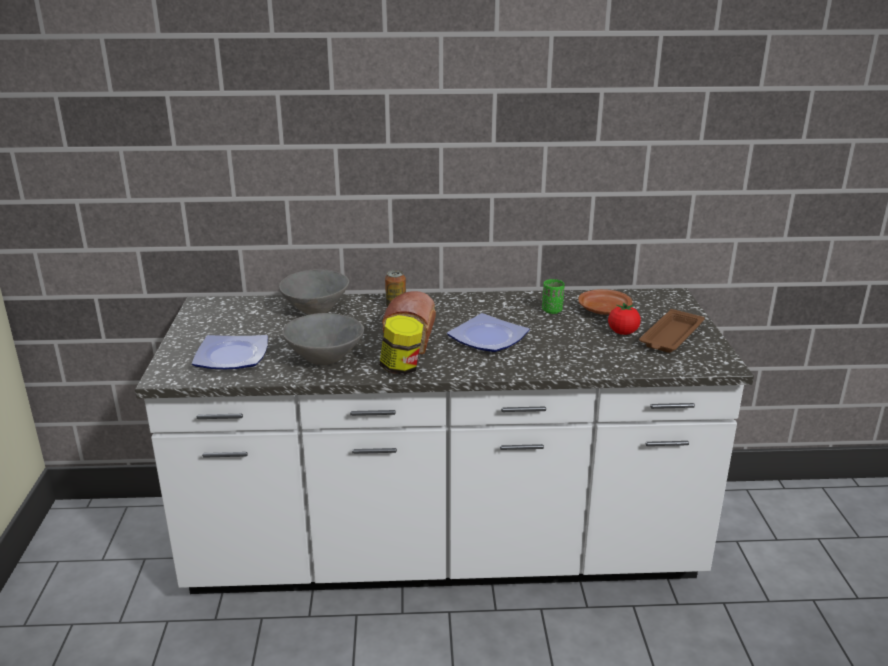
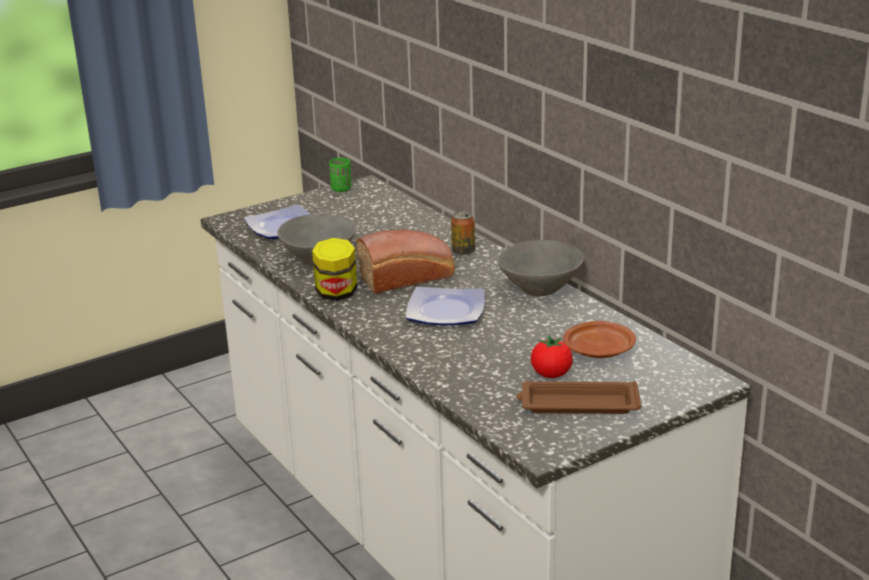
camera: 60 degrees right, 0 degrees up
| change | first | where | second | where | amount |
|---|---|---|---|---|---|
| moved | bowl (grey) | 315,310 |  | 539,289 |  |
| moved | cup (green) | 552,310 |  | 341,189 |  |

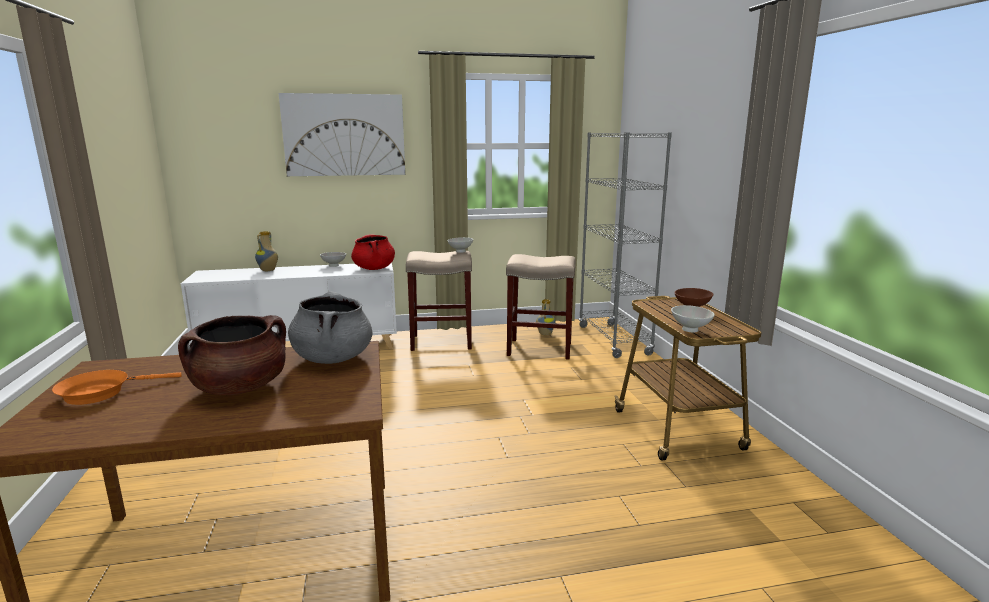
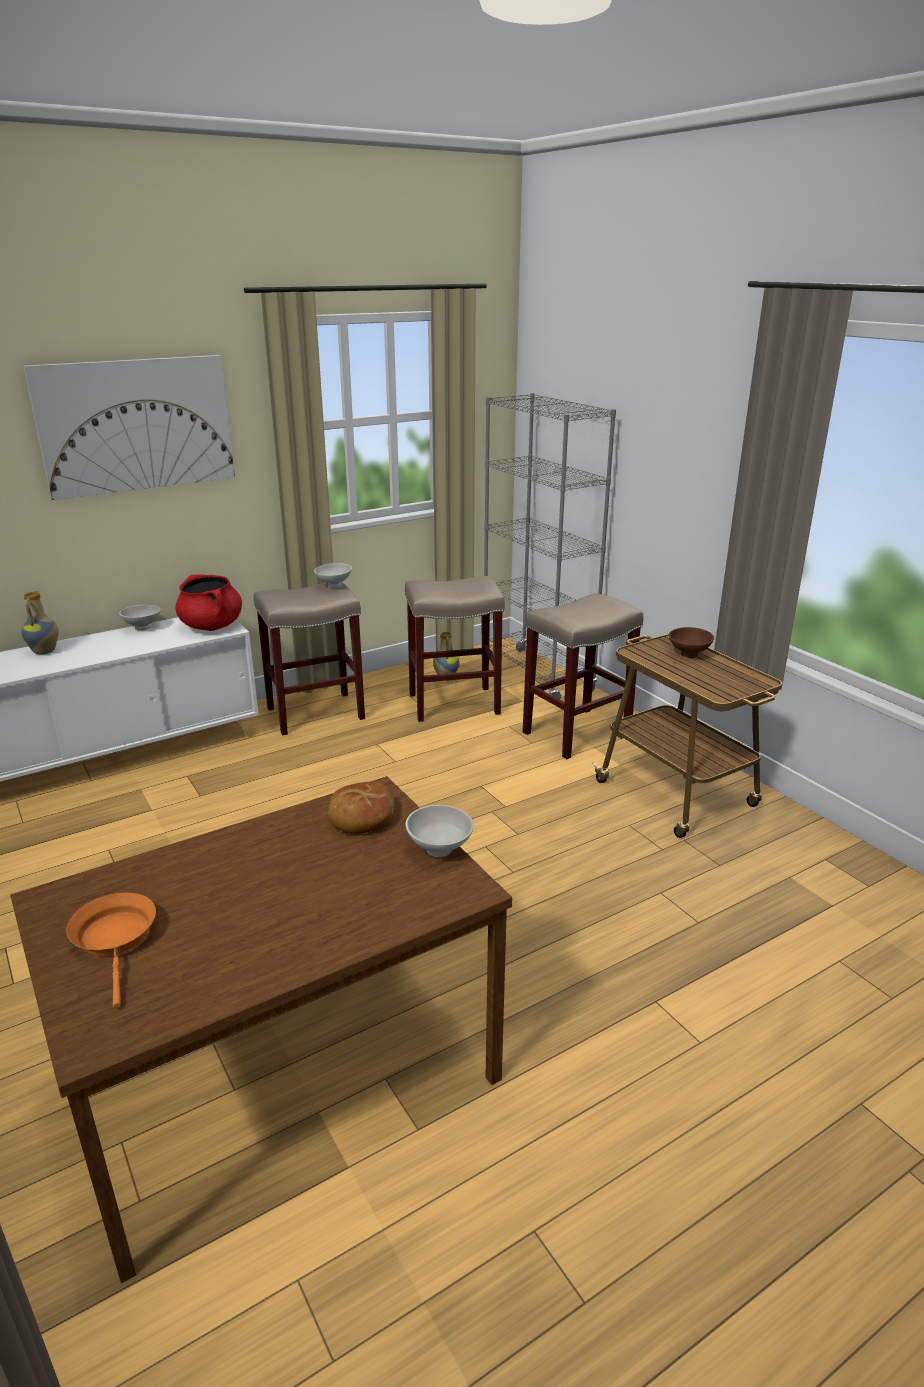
camera: 20 degrees left, 10 degrees up
| change | first | where | second | where | amount |
|---|---|---|---|---|---|
| replaced | cooking pot (grey) | 332,358 | bread | 361,817 |  |
| moved | bowl (white) | 691,329 |  | 440,849 |  |
| removed | cooking pot (brown) | 240,388 |  |  |  |
| turned | frying pan (orange) | 101,392 |  | 116,939 | 120 degrees clockwise |
| added |  |  | stool (beige) | 577,732 |  |

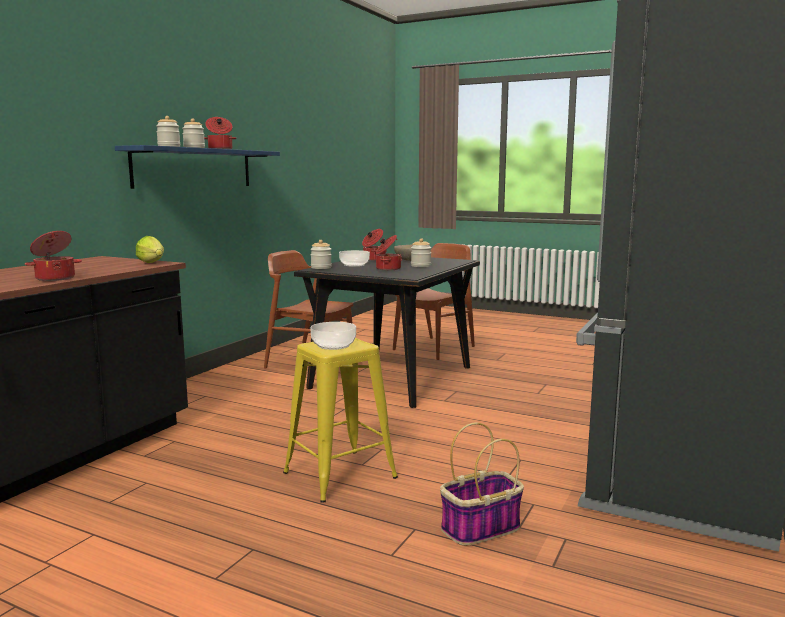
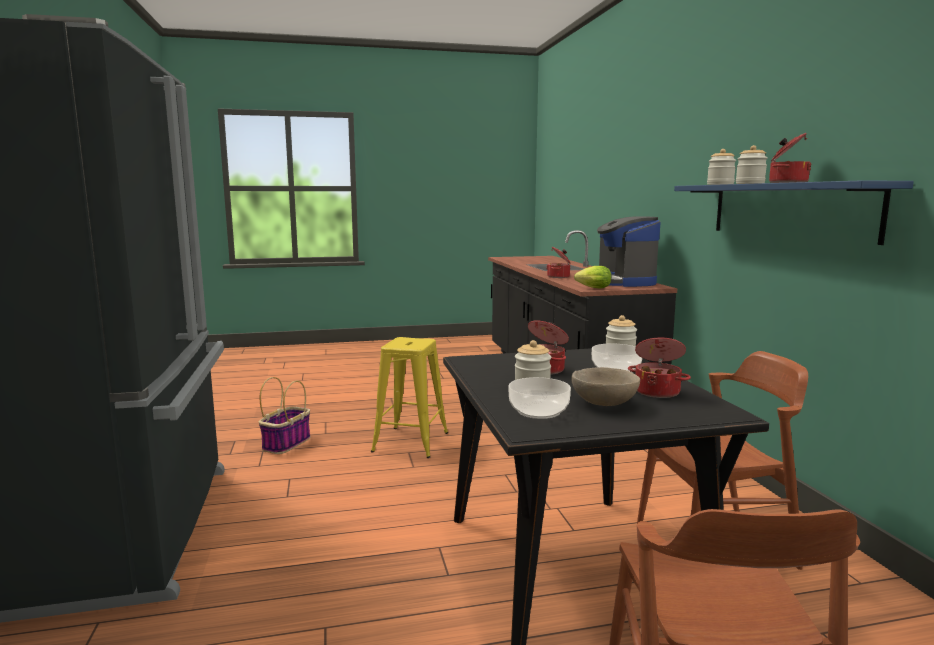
camera: 140 degrees right, 0 degrees up
| change | first | where | second | where | amount |
|---|---|---|---|---|---|
| moved | bowl | 333,345 |  | 538,411 |  |
| added |  |  | coffee machine | 623,282 |  |

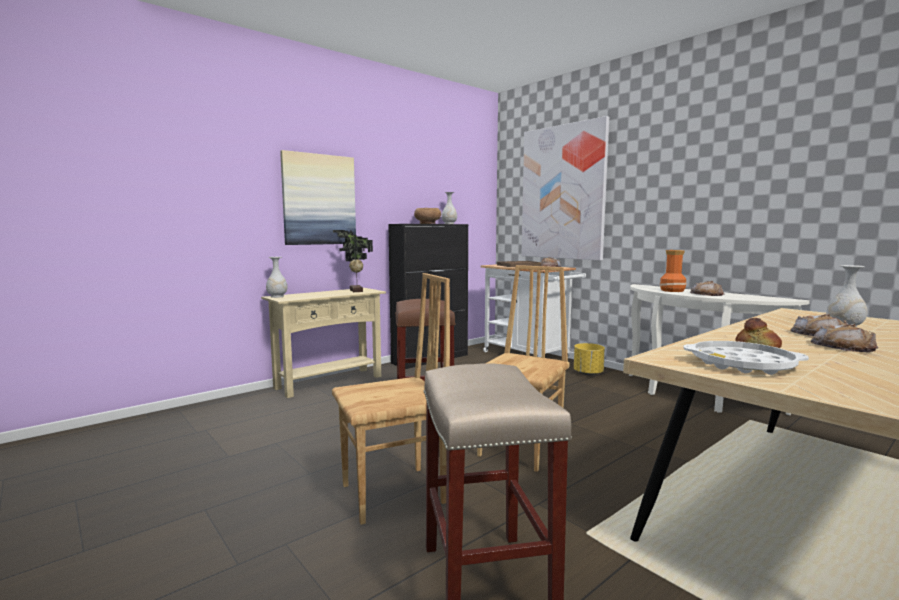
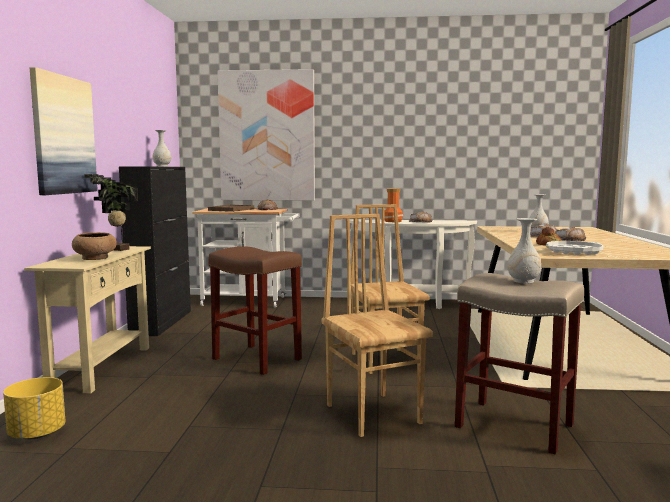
camera: 45 degrees left, 0 degrees up
| change | first | where | second | where | amount |
|---|---|---|---|---|---|
| moved | bowl (brown) | 427,223 |  | 95,258 |  |
| moved | vase (white) | 277,296 |  | 523,281 |  |
| turned | chair (brown) | 394,494 |  | 374,413 | 45 degrees counterclockwise |
| moved | planter (yellow) | 588,373 |  | 37,434 |  |

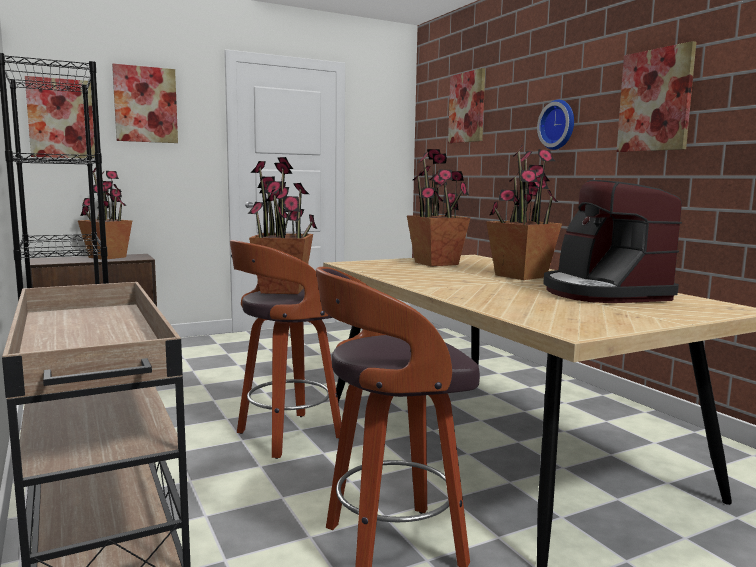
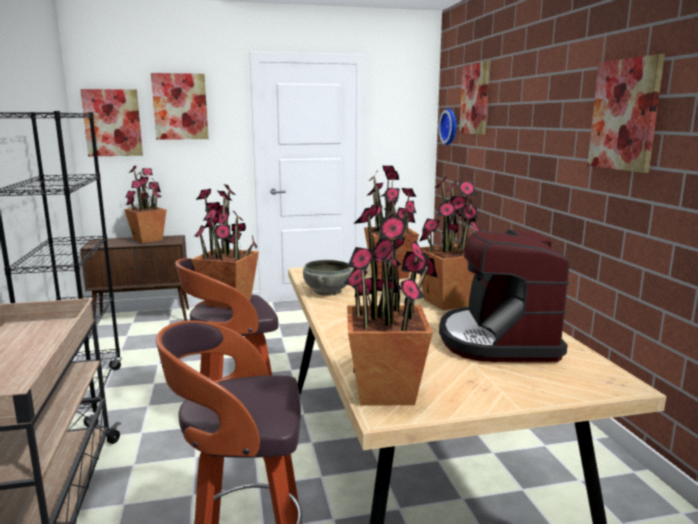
camera: 15 degrees right, 5 degrees up
| change | first | where | second | where | amount |
|---|---|---|---|---|---|
| moved | wall clock | 559,125 |  | 450,126 |  |
| added |  |  | potted plant | 386,392 |  |
| added |  |  | bowl (grey) | 326,291 |  |

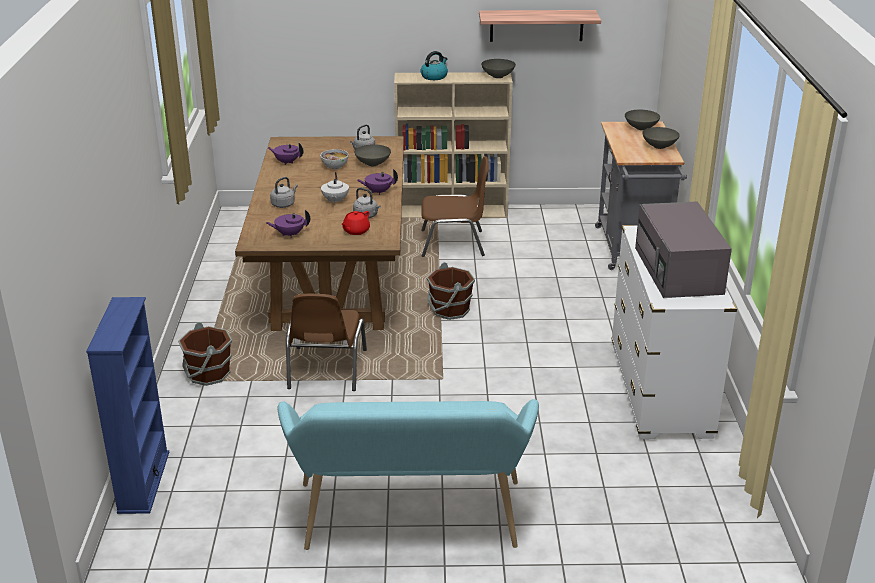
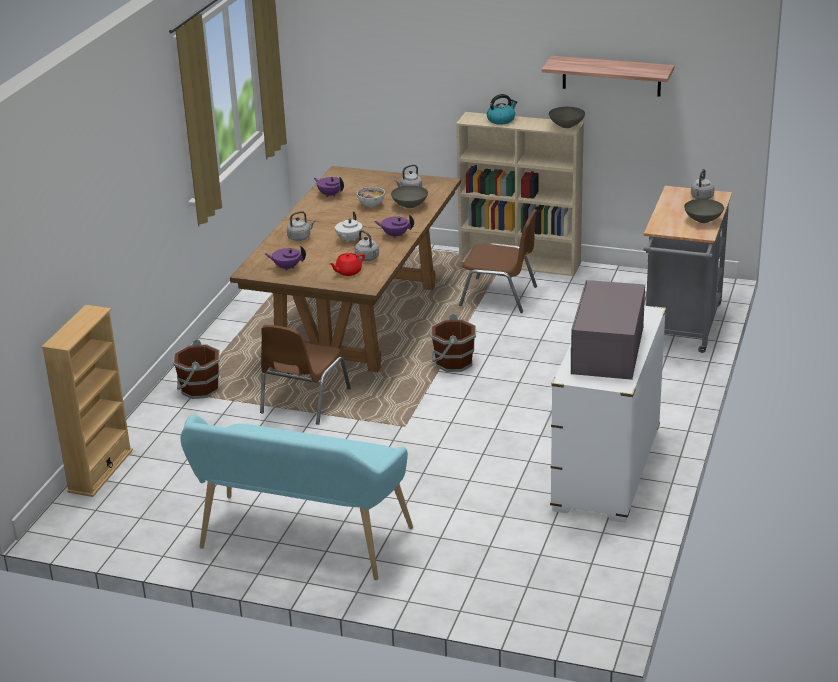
camera: 20 degrees right, 0 degrees up
| change | first | where | second | where | amount |
|---|---|---|---|---|---|
| replaced | bowl (grey) | 641,128 | kettle (grey) | 701,197 |  |
| recoloured | bookcase (blue) | 143,482 | bookcase (beige) | 100,471 |  |

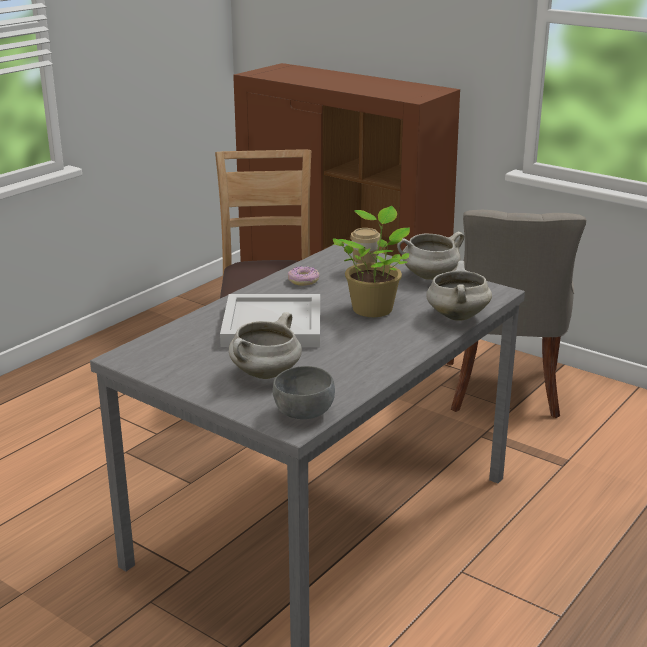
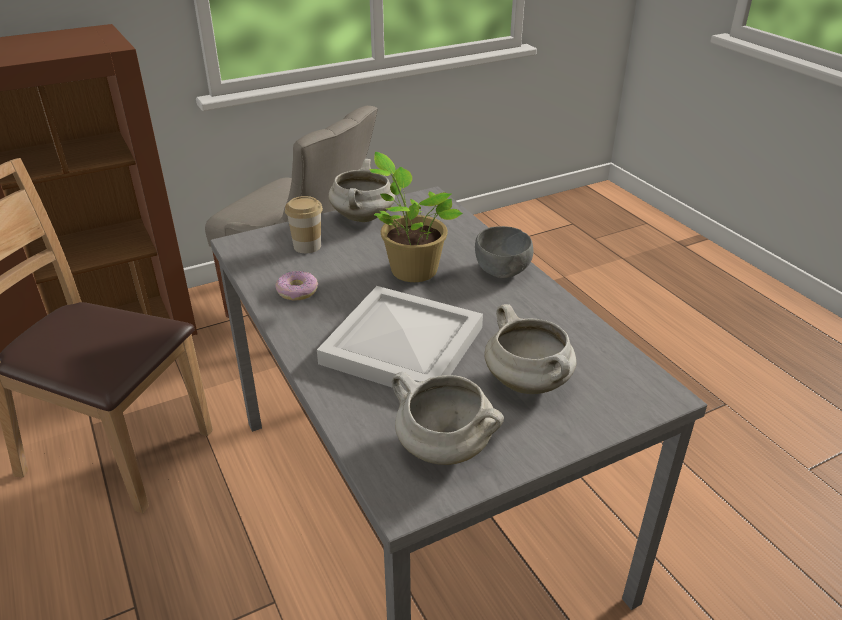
camera: 65 degrees left, 10 degrees up
| change | first | where | second | where | amount |
|---|---|---|---|---|---|
| moved | cooking pot (white) | 456,316 |  | 442,448 |  |
| moved | bowl (grey) | 304,413 |  | 502,271 |  |

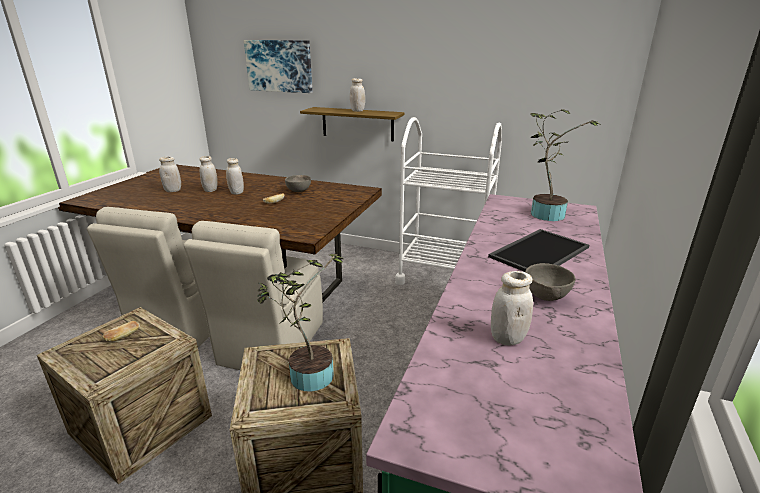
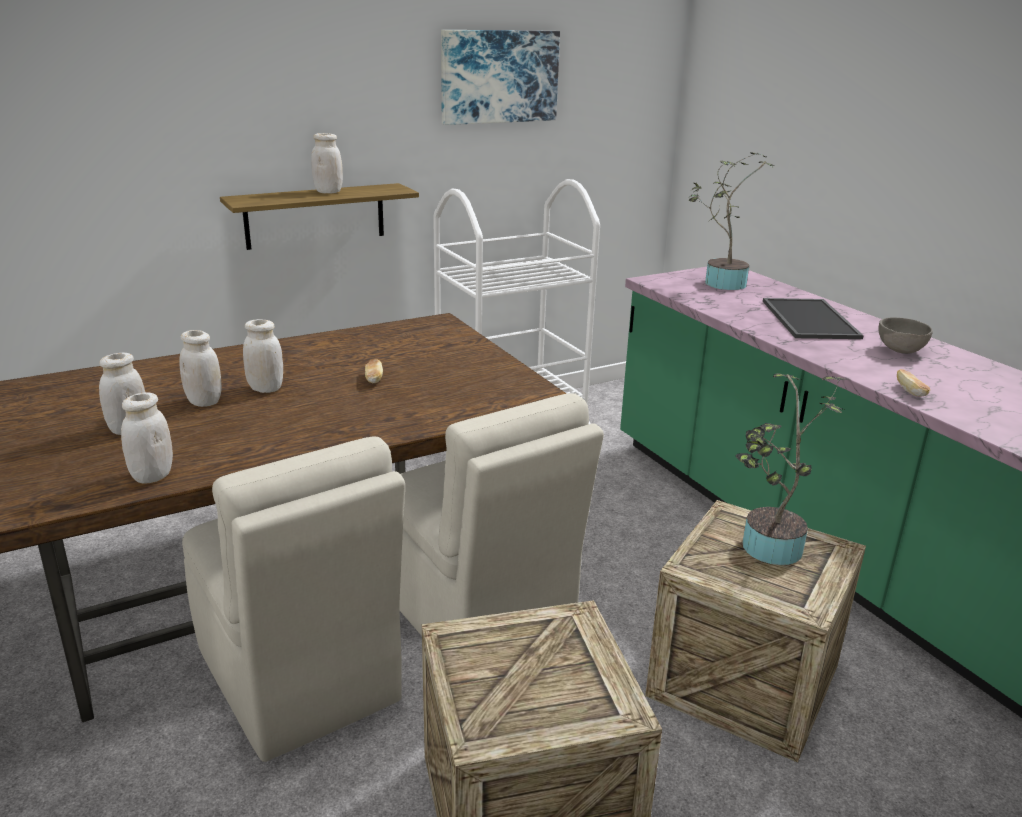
camera: 50 degrees left, 0 degrees up
| change | first | where | second | where | amount |
|---|---|---|---|---|---|
| moved | picture | 279,66 |  | 499,76 |  |
| removed | bowl (grey) | 299,191 |  |  |  |
| moved | jar (white) | 507,338 |  | 152,476 |  |
| moved | bread | 123,337 |  | 910,391 |  |

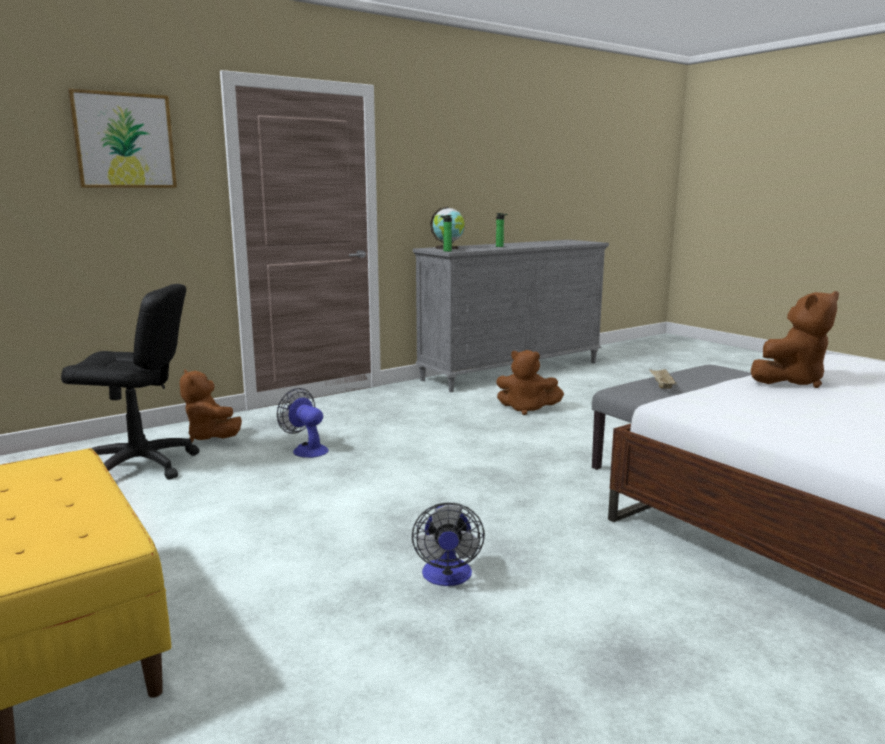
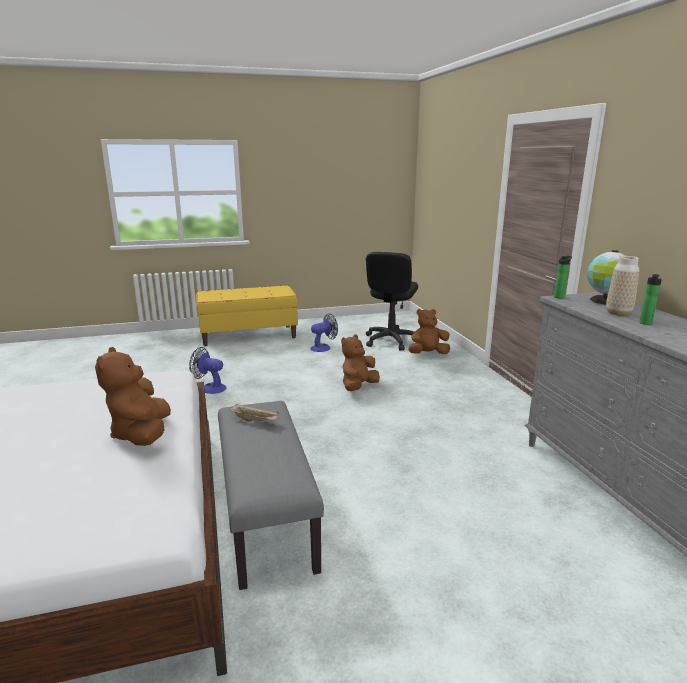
camera: 110 degrees right, 5 degrees up
| change | first | where | second | where | amount |
|---|---|---|---|---|---|
| removed | picture | 124,141 |  |  |  |
| moved | plush toy (brown) | 526,409 |  | 358,387 |  |
| moved | fan | 306,449 |  | 324,347 |  |
| added |  |  | vase | 618,313 |  |

